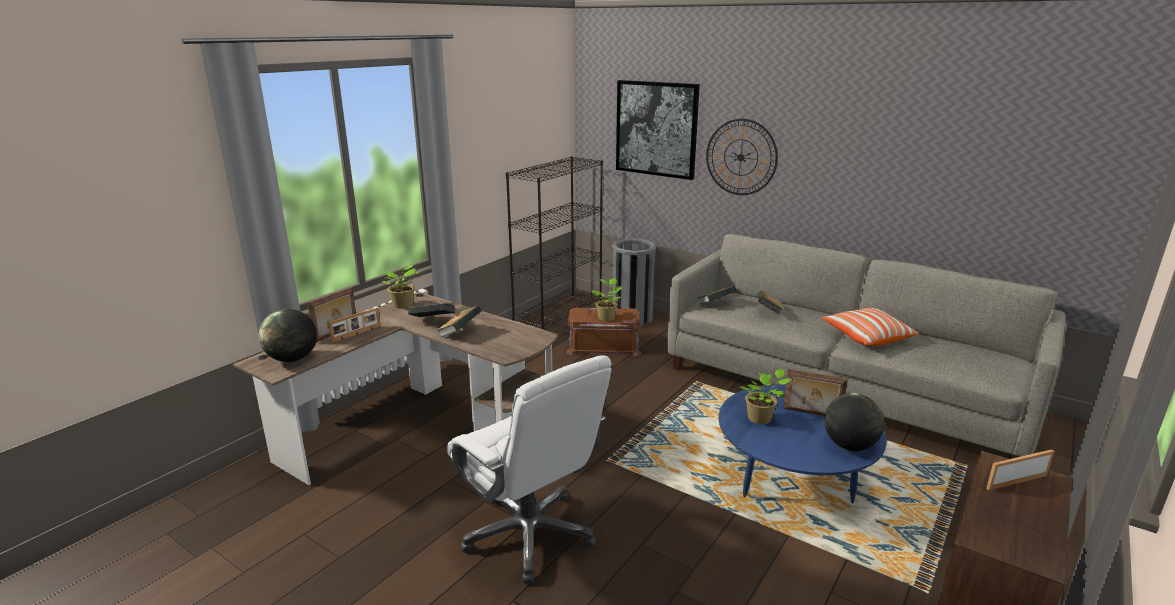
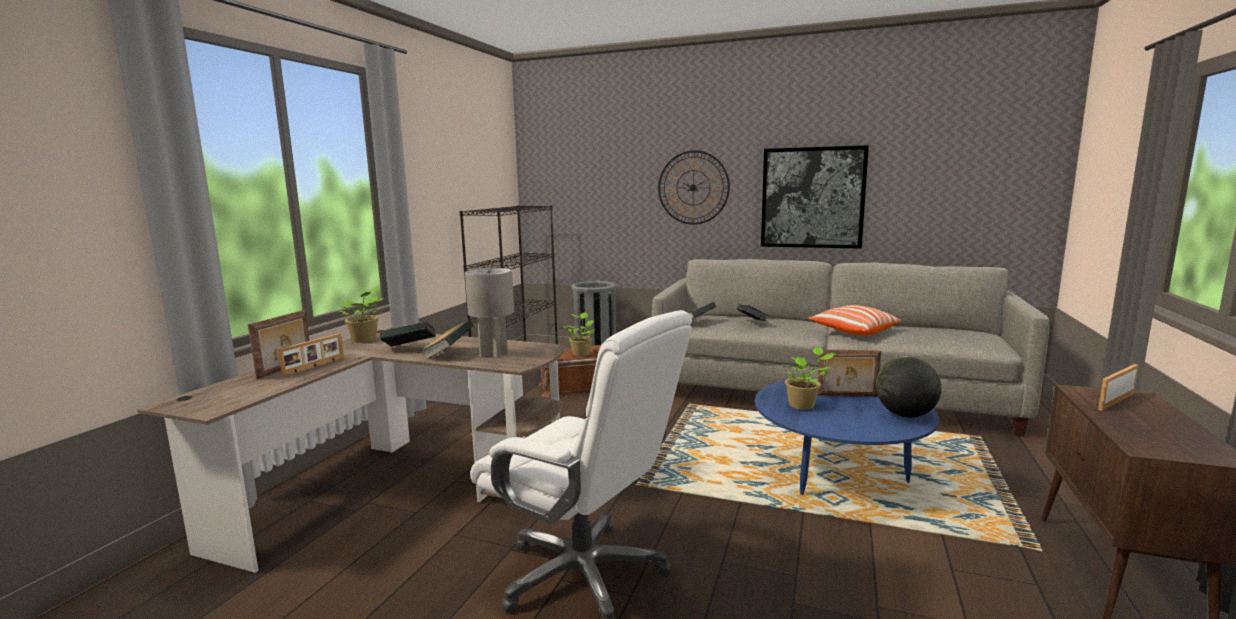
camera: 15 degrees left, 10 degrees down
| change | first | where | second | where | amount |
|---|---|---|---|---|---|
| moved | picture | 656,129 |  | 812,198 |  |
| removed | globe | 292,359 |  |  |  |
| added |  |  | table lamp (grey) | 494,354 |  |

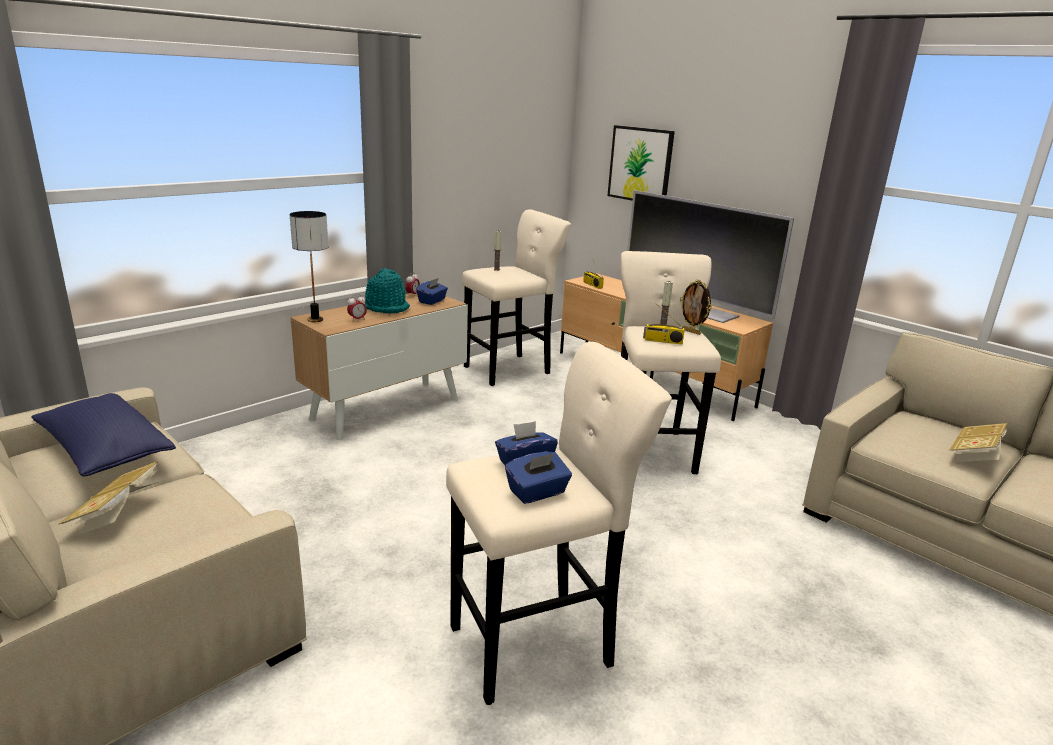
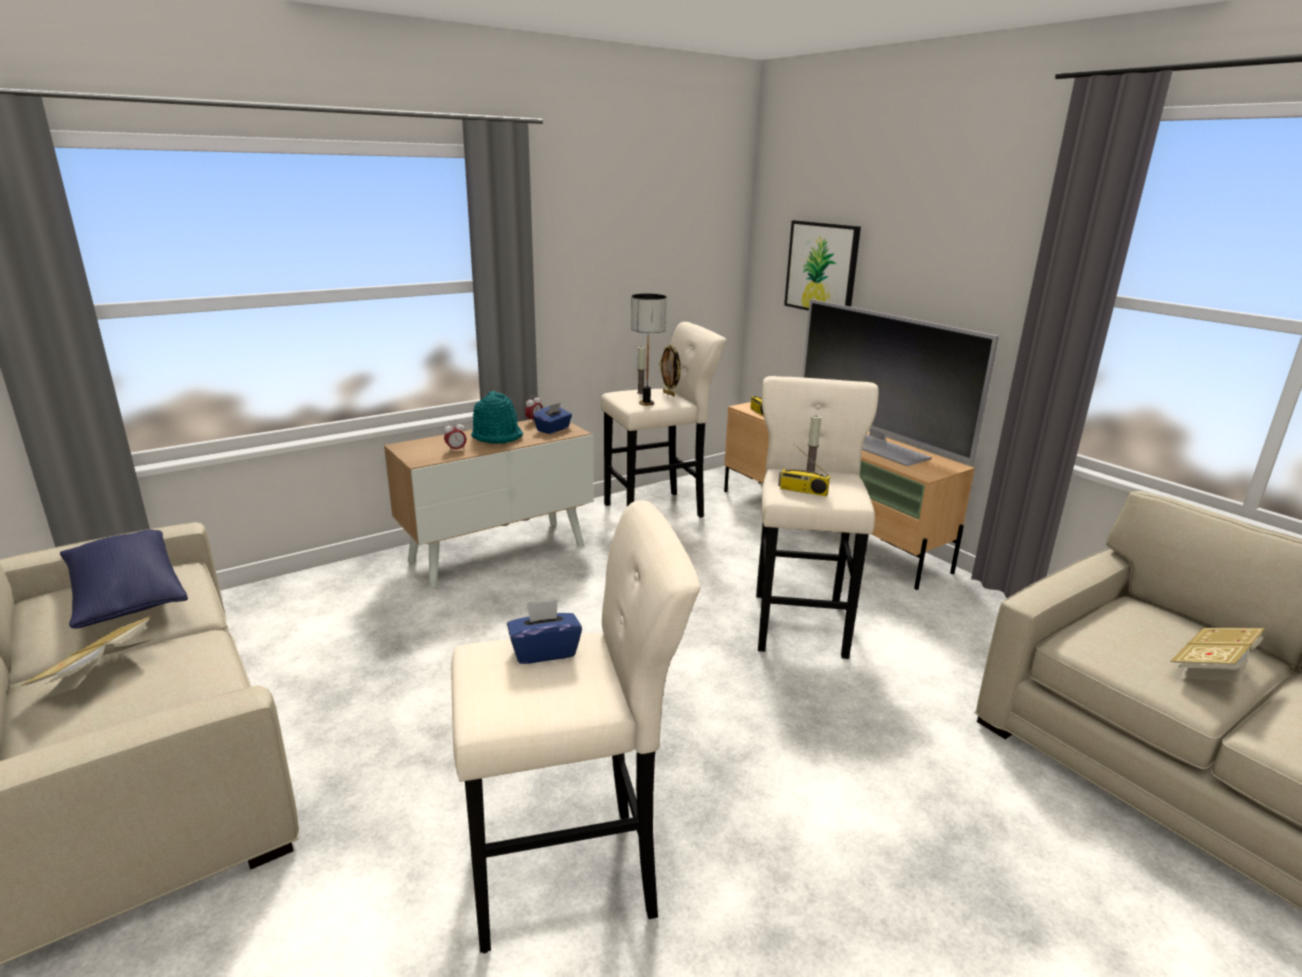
camera: 10 degrees right, 0 degrees up
| change | first | where | second | where | amount |
|---|---|---|---|---|---|
| moved | table lamp | 316,320 |  | 647,403 |  |
| moved | picture frame | 692,332 |  | 669,394 |  |
| removed | tissue box (blue) | 537,492 |  |  |  |

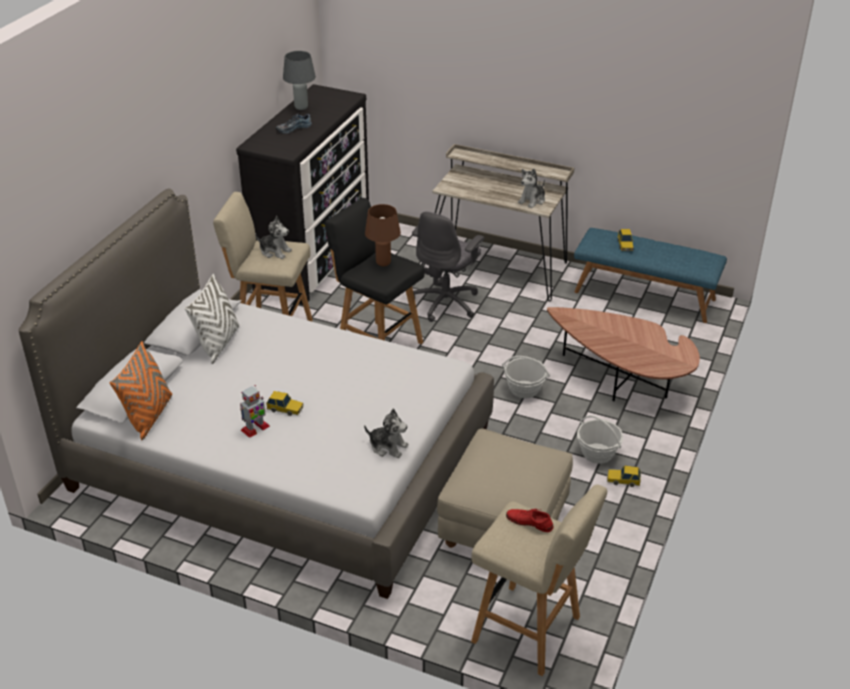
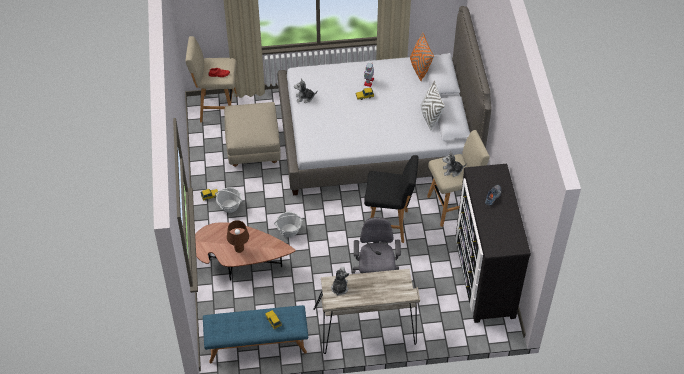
camera: 150 degrees right, 15 degrees up
| change | first | where | second | where | amount |
|---|---|---|---|---|---|
| removed | table lamp (grey) | 301,108 |  |  |  |
| moved | table lamp (brown) | 383,263 |  | 239,249 |  |

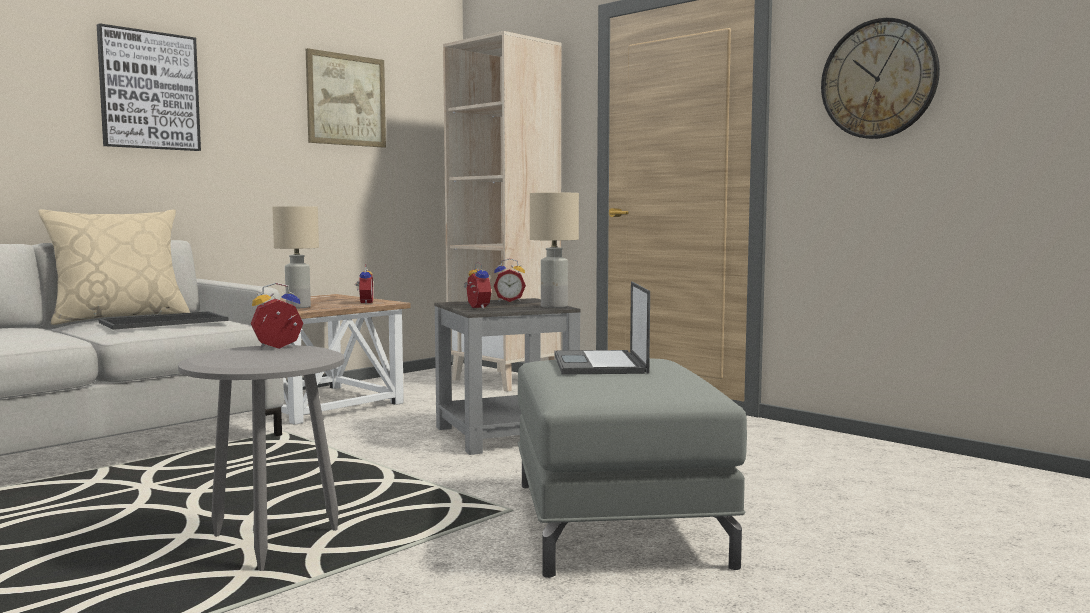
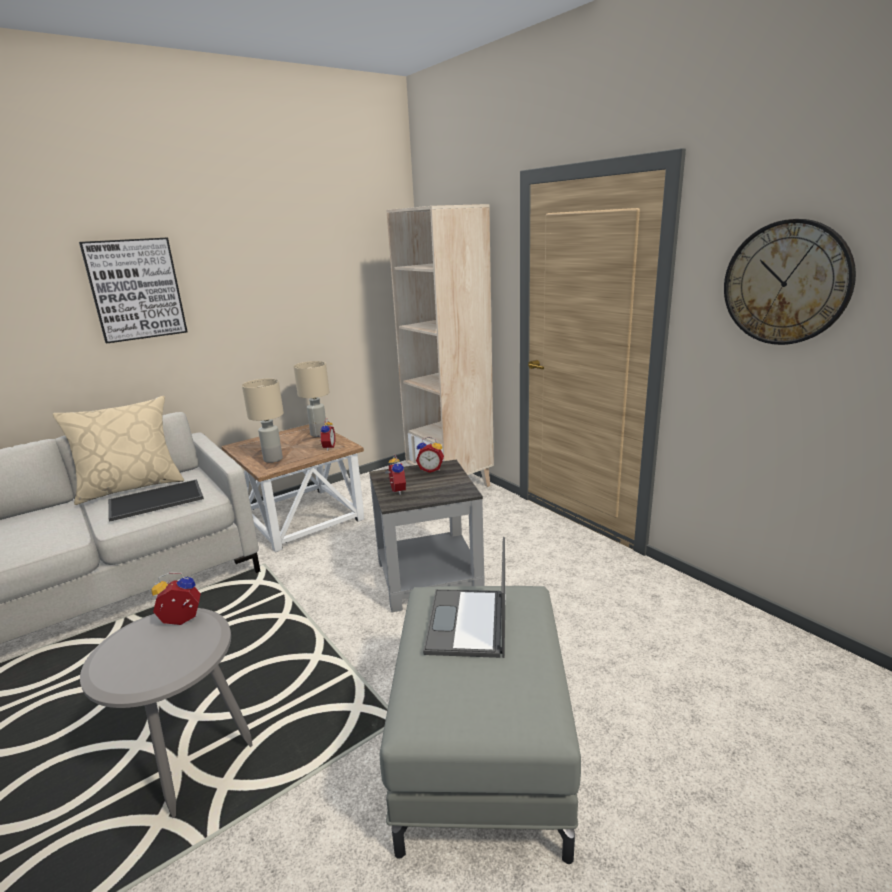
camera: 10 degrees right, 15 degrees up
| change | first | where | second | where | amount |
|---|---|---|---|---|---|
| removed | picture | 346,100 |  |  |  |
| moved | table lamp (beige) | 554,307 |  | 319,434 |  |

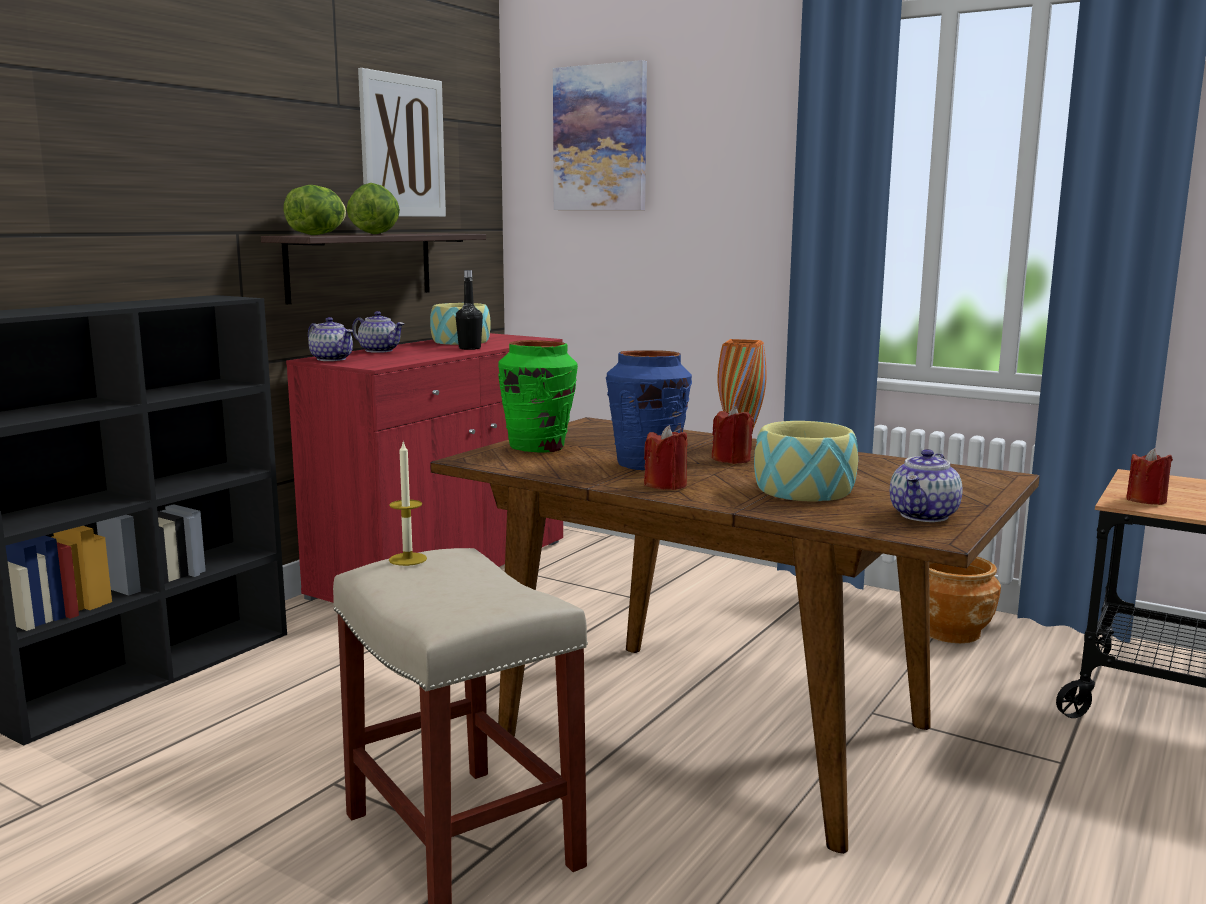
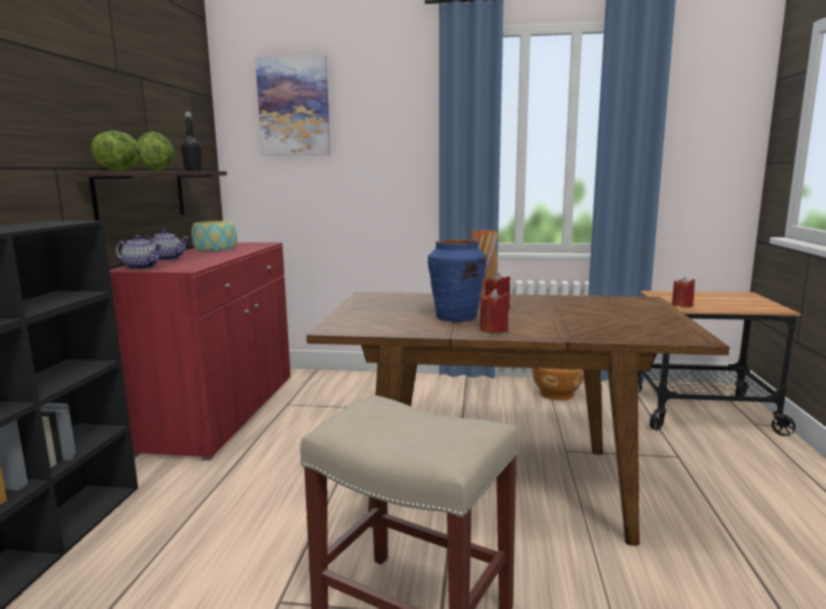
camera: 25 degrees left, 0 degrees up
| change | first | where | second | where | amount |
|---|---|---|---|---|---|
| removed | picture | 402,146 |  |  |  |
| moved | bottle (black) | 469,348 |  | 193,170 |  |
| removed | vase (green) | 538,447 |  |  |  |
| removed | bowl | 803,490 |  |  |  |
| removed | candle | 408,559 |  |  |  |
| removed | teapot | 924,516 |  |  |  |

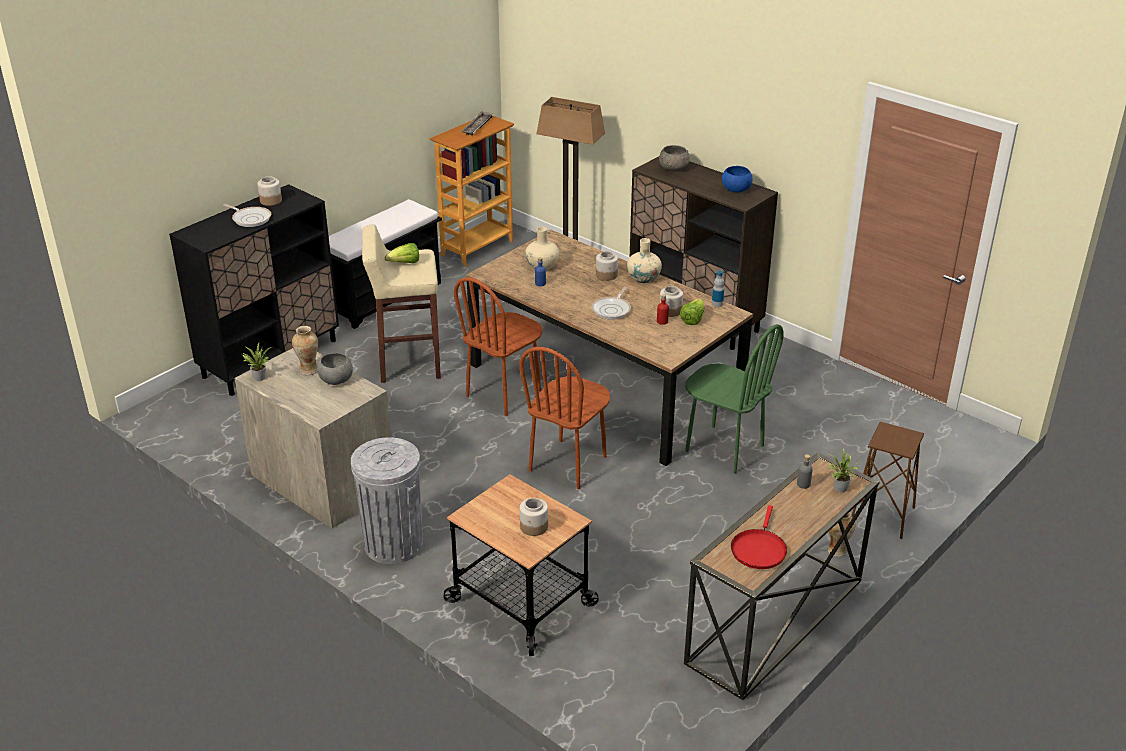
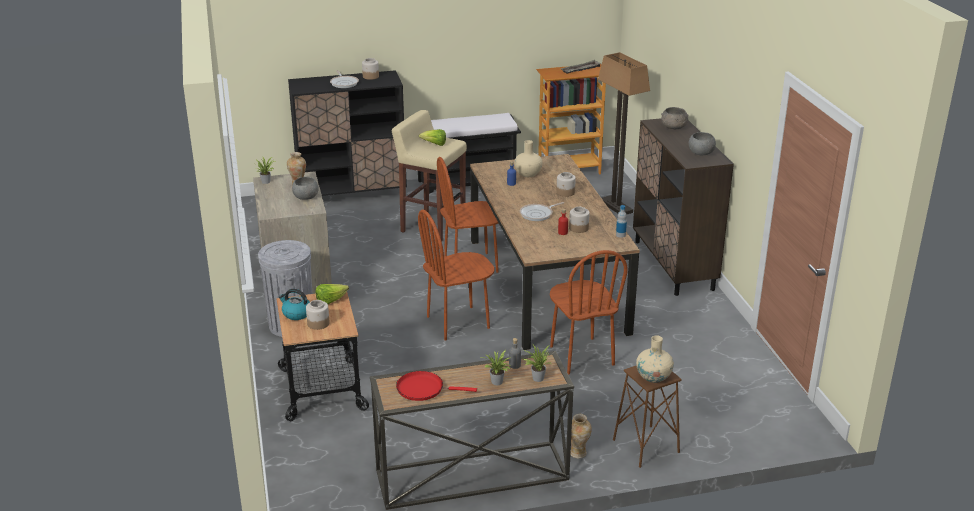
camera: 35 degrees right, 5 degrees down
| change | first | where | second | where | amount |
|---|---|---|---|---|---|
| recoloured | bowl (blue) | 736,189 | bowl (grey) | 701,153 |  |
| moved | vase (beige) | 643,278 |  | 653,377 |  |
| moved | lettuce | 693,319 |  | 330,301 |  |
| recoloured | chair (green) | 724,448 | chair (brown) | 581,355 |  |
| turned | frying pan (red) | 758,549 |  | 423,389 | 45 degrees clockwise |
| added |  |  | kettle | 296,314 |  |
| added |  |  | potted plant | 497,383 |  |

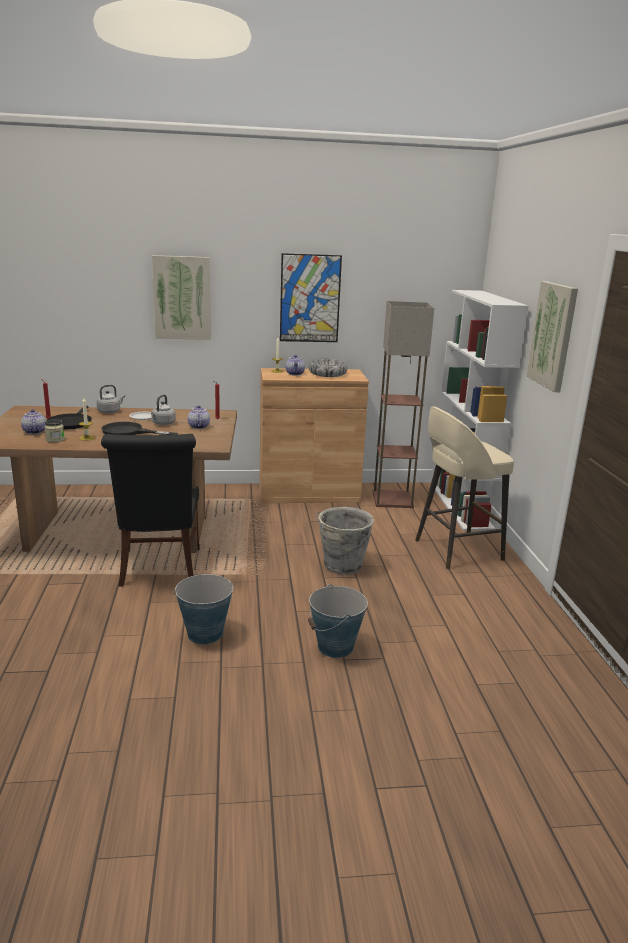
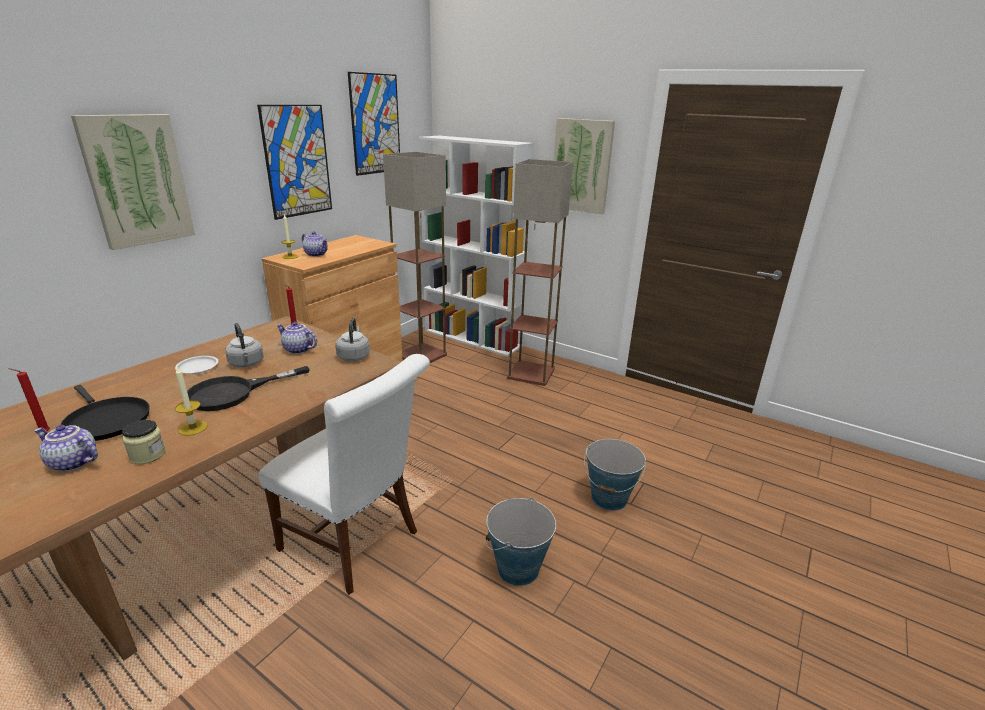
camera: 50 degrees left, 5 degrees up
| change | first | where | second | where | amount |
|---|---|---|---|---|---|
| removed | bowl | 327,374 |  |  |  |
| moved | kettle (grey) | 110,411 |  | 354,356 |  |
| replaced | stool (beige) | 456,550 | floor lamp | 530,374 |  |
| recoloured | chair (black) | 159,570 | chair (white) | 356,543 |  |
| removed | bucket (grey) | 342,566 |  |  |  |
| added |  |  | picture | 375,124 |  |

